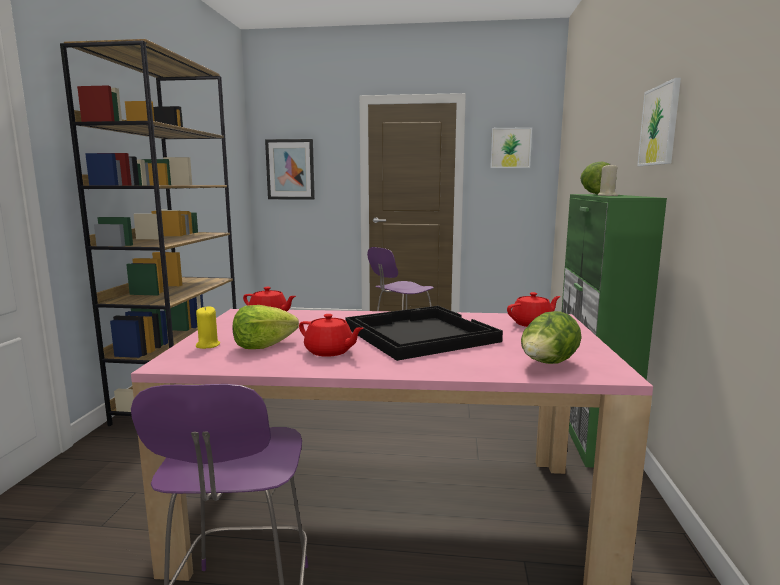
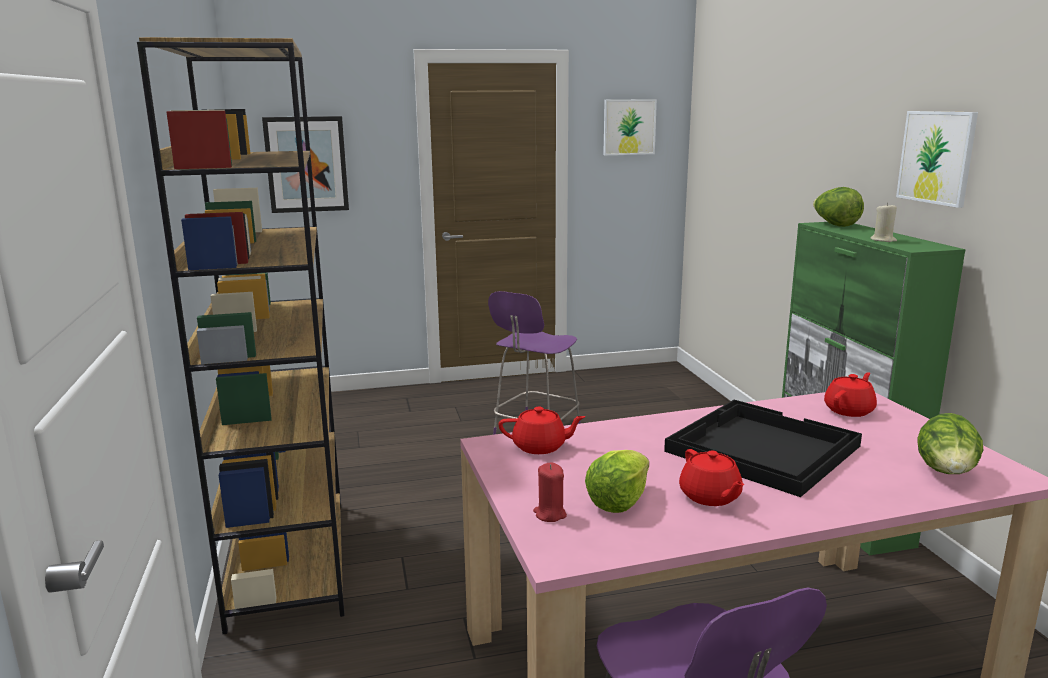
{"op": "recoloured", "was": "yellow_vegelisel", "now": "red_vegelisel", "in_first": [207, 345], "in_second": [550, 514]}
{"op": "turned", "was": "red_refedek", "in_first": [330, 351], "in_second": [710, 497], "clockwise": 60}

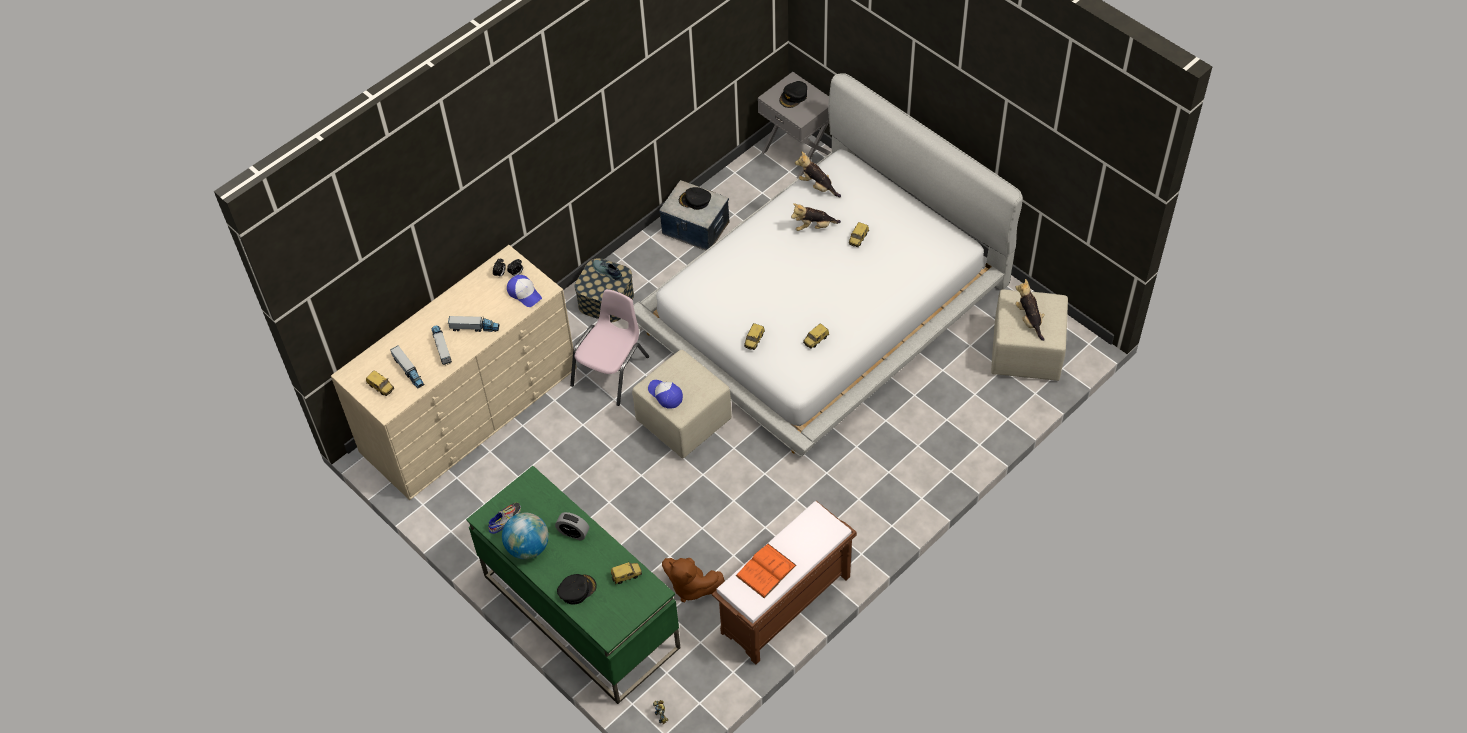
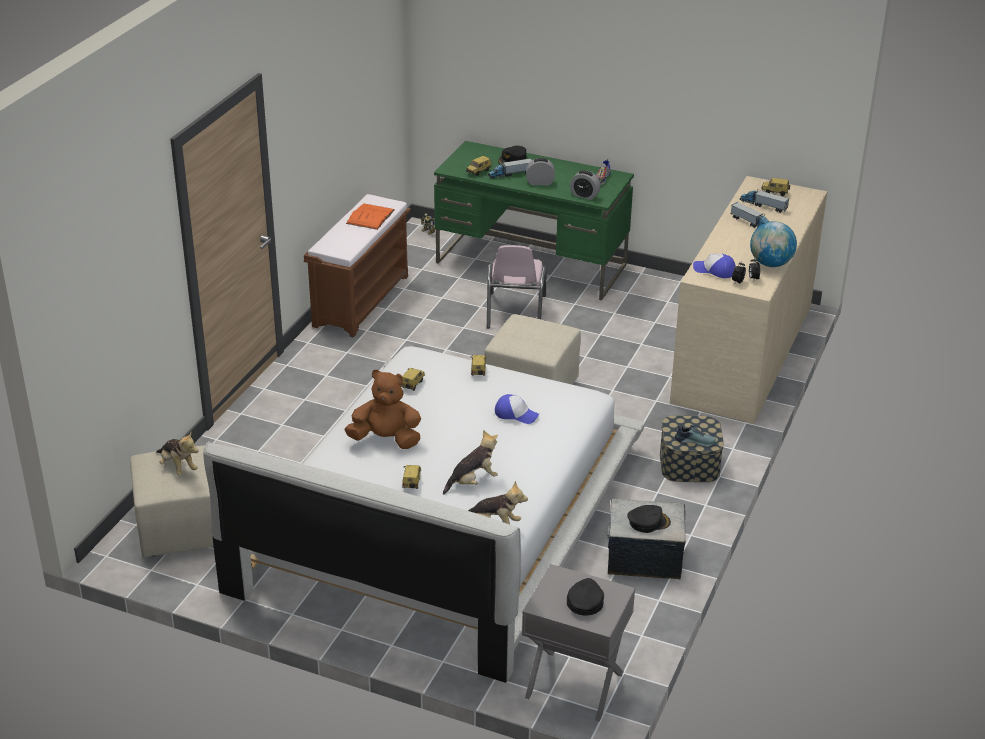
{"op": "moved", "was": "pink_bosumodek", "in_first": [611, 371], "in_second": [515, 312]}
{"op": "moved", "was": "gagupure", "in_first": [474, 328], "in_second": [510, 174]}
{"op": "moved", "was": "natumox", "in_first": [665, 395], "in_second": [516, 414]}
{"op": "moved", "was": "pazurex", "in_first": [528, 547], "in_second": [770, 264]}
{"op": "moved", "was": "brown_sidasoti", "in_first": [691, 586], "in_second": [386, 440]}
{"op": "added", "now": "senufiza", "in_second": [584, 195]}

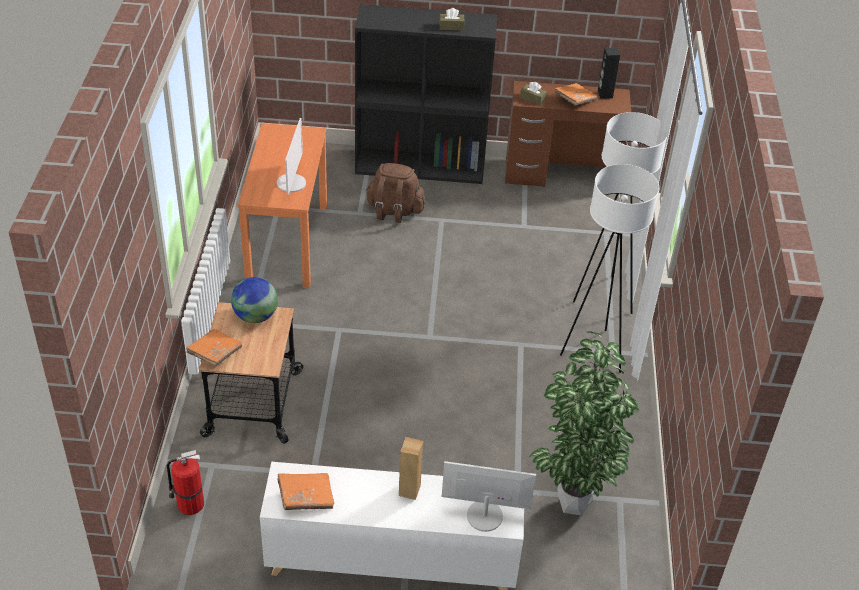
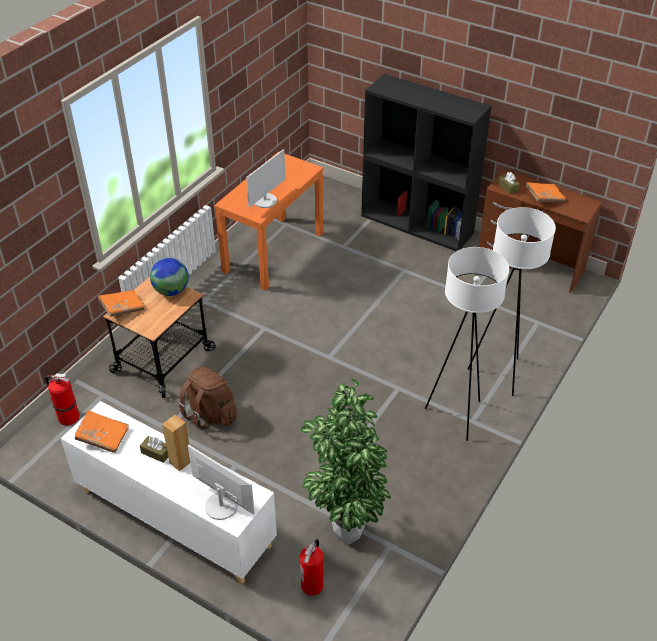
{"op": "moved", "was": "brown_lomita", "in_first": [451, 26], "in_second": [156, 453]}
{"op": "removed", "was": "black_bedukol", "in_first": [604, 94]}
{"op": "moved", "was": "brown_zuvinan", "in_first": [394, 211], "in_second": [211, 414]}
{"op": "added", "now": "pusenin", "in_second": [312, 585]}

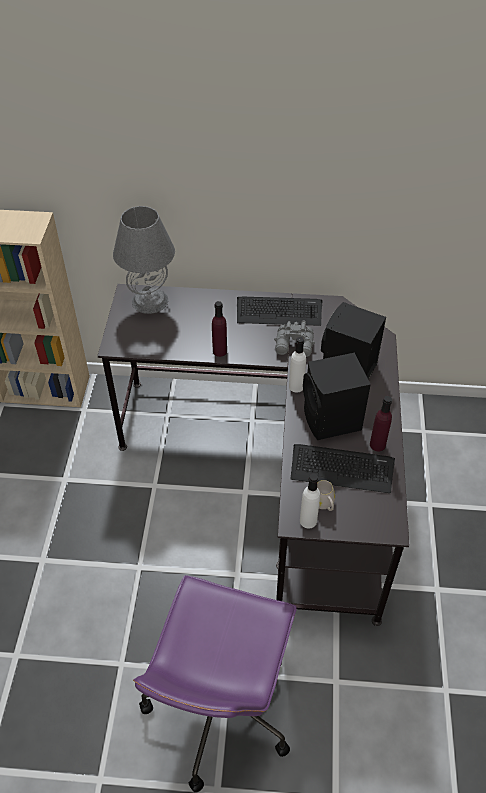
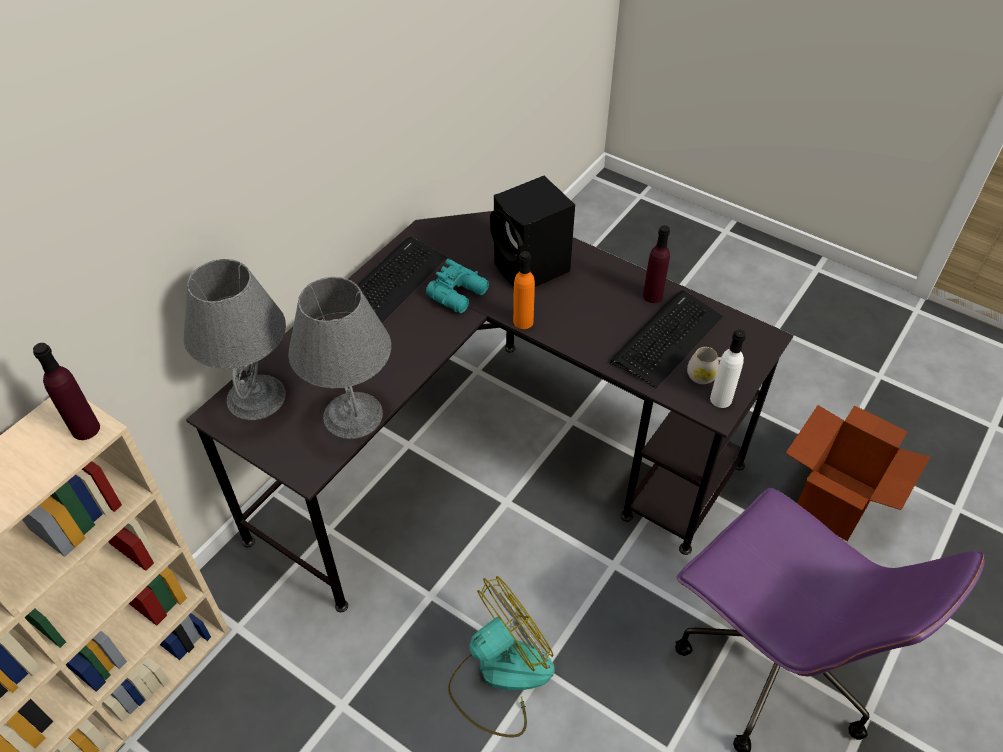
{"op": "moved", "was": "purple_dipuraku", "in_first": [220, 351], "in_second": [85, 429]}
{"op": "recoloured", "was": "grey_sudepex", "now": "turquoise_sudepex", "in_first": [295, 346], "in_second": [459, 294]}
{"op": "recoloured", "was": "white_dipuraku", "now": "orange_dipuraku", "in_first": [296, 386], "in_second": [523, 321]}
{"op": "removed", "was": "black_bedukol", "in_first": [332, 421]}
{"op": "added", "now": "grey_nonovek", "in_second": [354, 415]}
{"op": "added", "now": "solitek", "in_second": [834, 500]}
{"op": "added", "now": "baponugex", "in_second": [500, 676]}

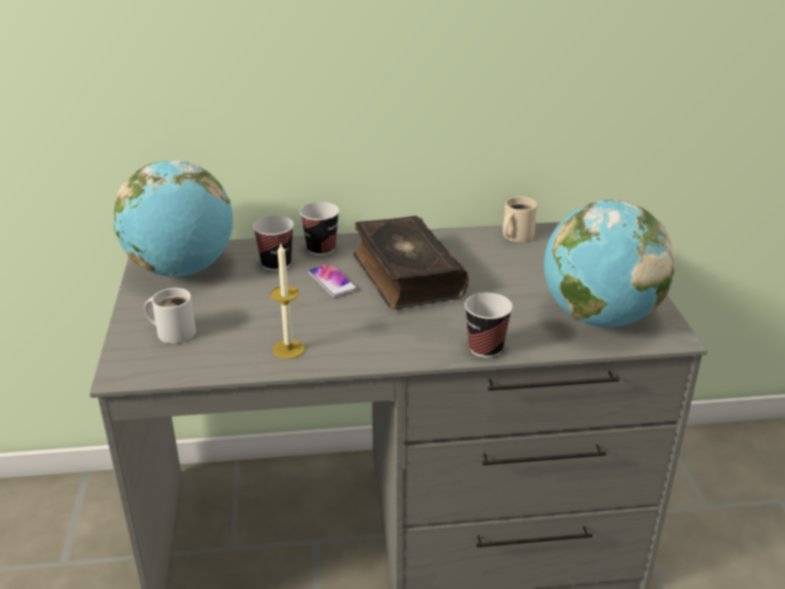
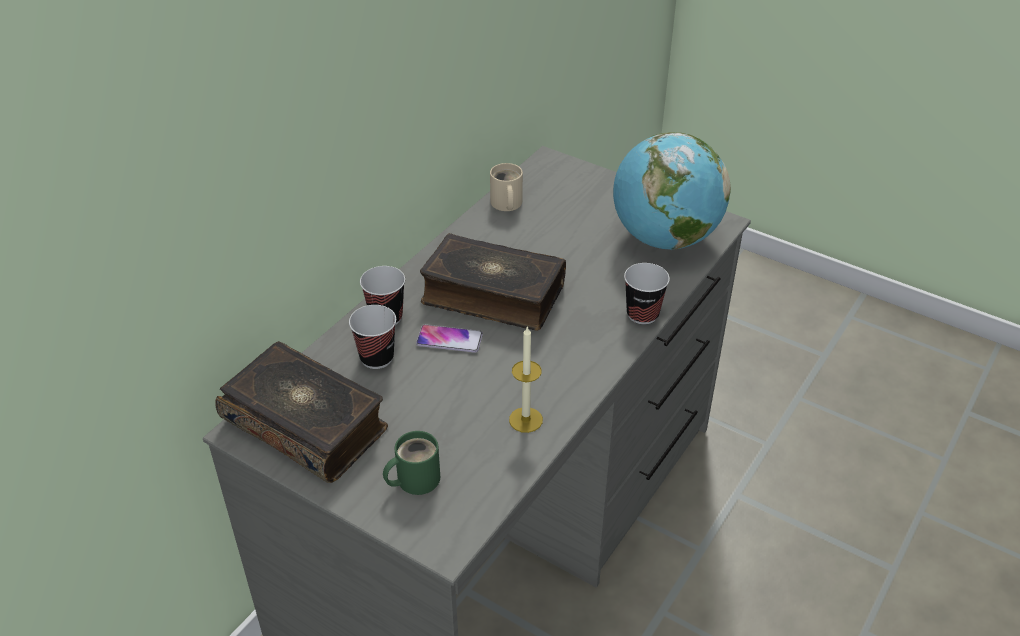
{"op": "replaced", "was": "pazurex", "now": "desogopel", "in_first": [182, 270], "in_second": [306, 424]}
{"op": "recoloured", "was": "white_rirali", "now": "green_rirali", "in_first": [174, 331], "in_second": [414, 479]}

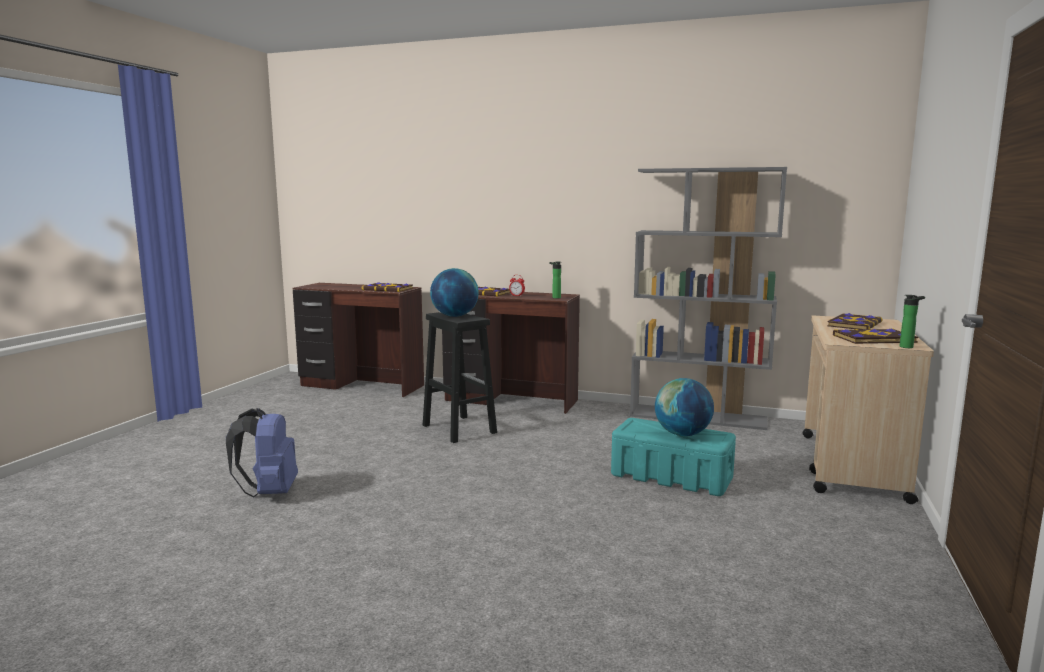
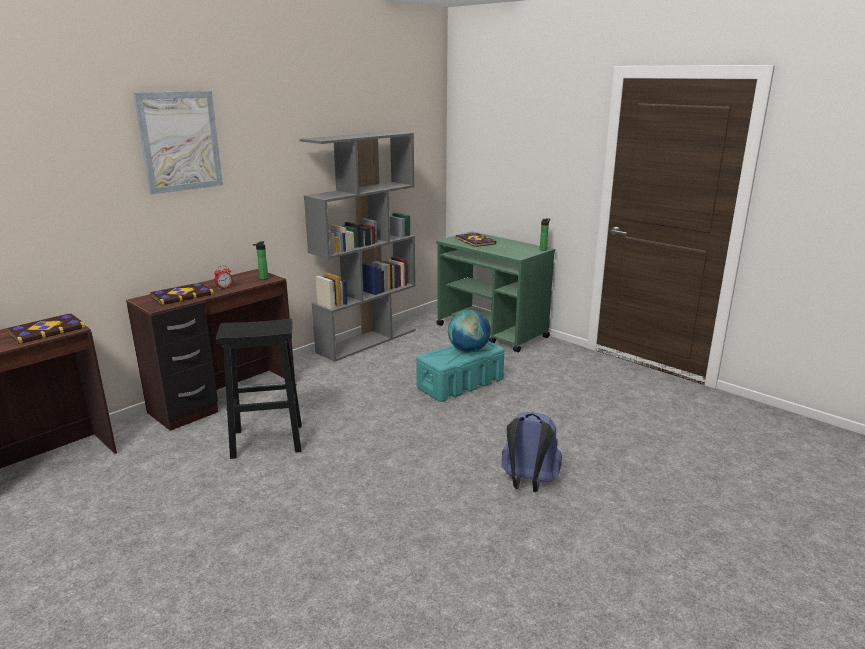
{"op": "removed", "was": "pazurex", "in_first": [454, 316]}
{"op": "recoloured", "was": "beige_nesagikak", "now": "green_nesagikak", "in_first": [852, 467], "in_second": [492, 331]}
{"op": "removed", "was": "desogopel", "in_first": [874, 339]}
{"op": "moved", "was": "blue_zuvinan", "in_first": [269, 492], "in_second": [528, 483]}
{"op": "added", "now": "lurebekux", "in_second": [180, 141]}

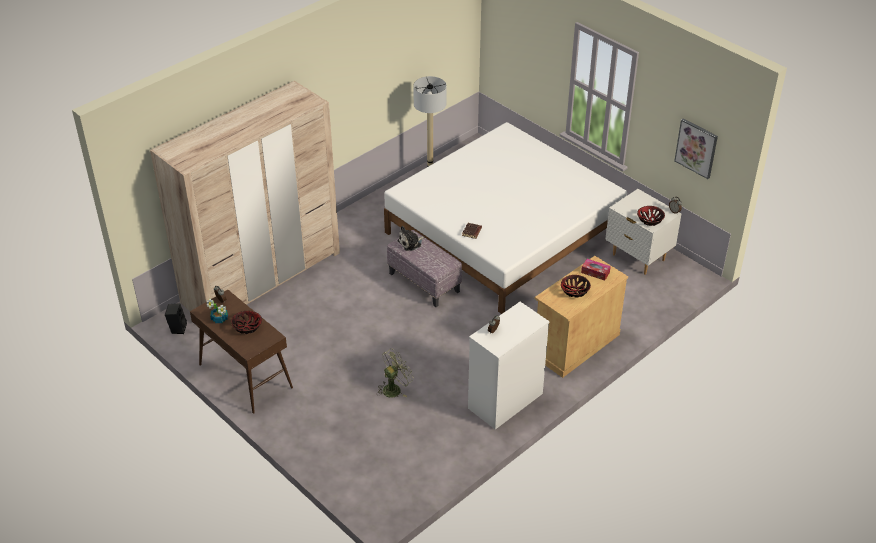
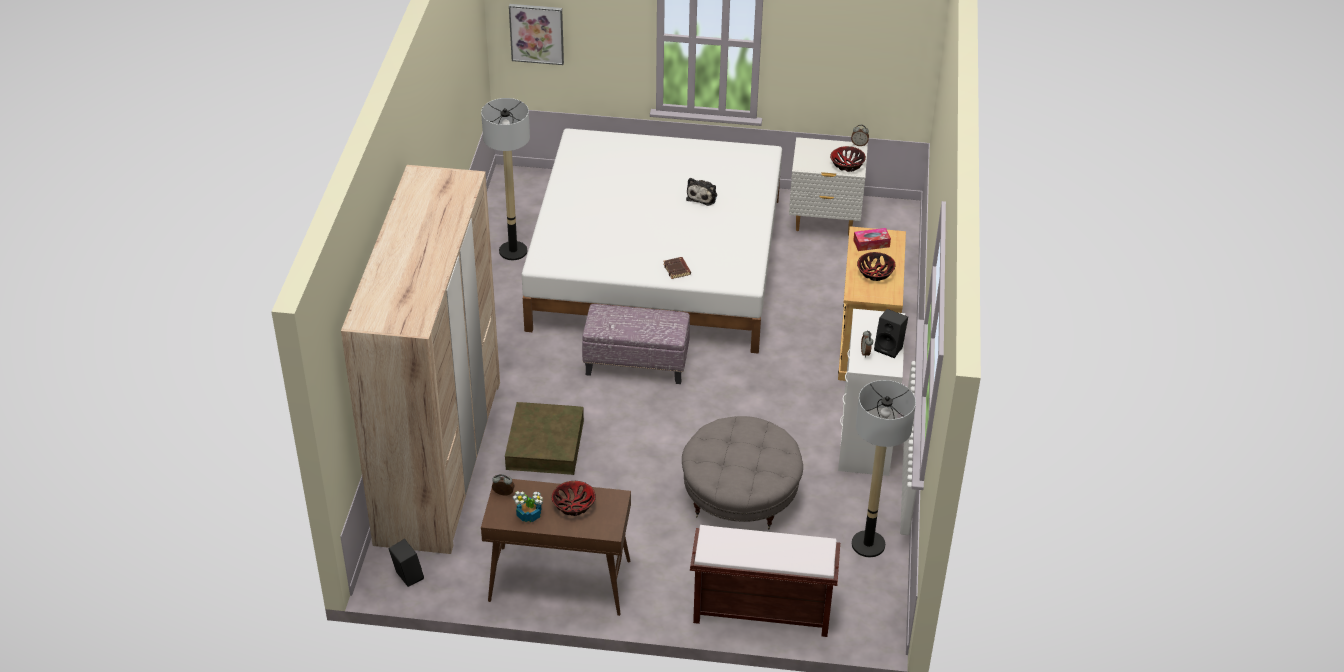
{"op": "moved", "was": "lurebekux", "in_first": [696, 148], "in_second": [537, 33]}
{"op": "moved", "was": "sidasoti", "in_first": [411, 243], "in_second": [703, 196]}
{"op": "replaced", "was": "green_baponugex", "now": "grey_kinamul", "in_first": [394, 388], "in_second": [740, 495]}
{"op": "added", "now": "black_bedukol", "in_second": [890, 348]}
{"op": "added", "now": "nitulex", "in_second": [868, 544]}
{"op": "added", "now": "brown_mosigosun", "in_second": [545, 444]}
{"op": "added", "now": "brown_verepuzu", "in_second": [760, 611]}

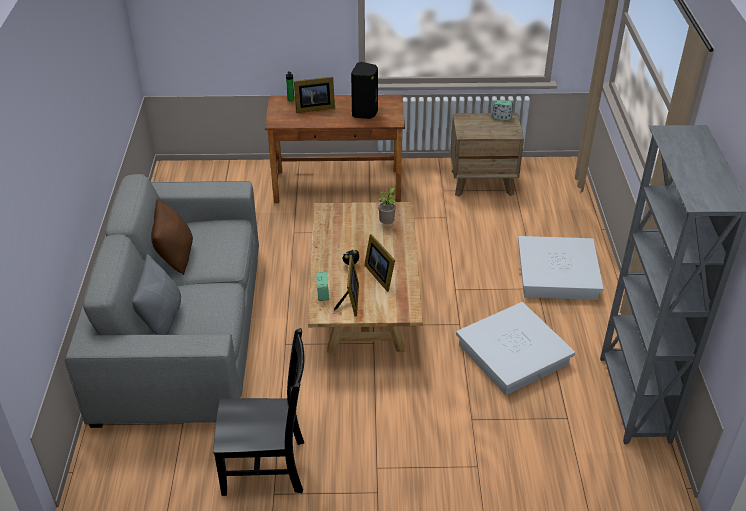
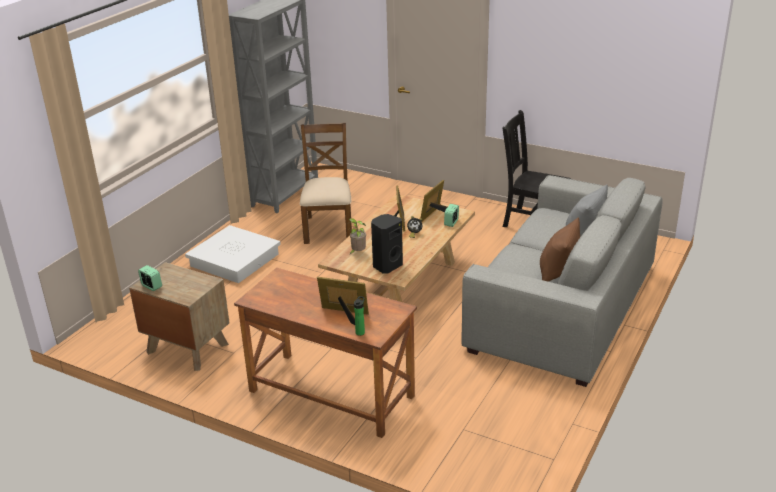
{"op": "moved", "was": "black_bedukol", "in_first": [365, 113], "in_second": [386, 266]}
{"op": "replaced", "was": "white_mosigosun", "now": "brown_bosumodek", "in_first": [512, 354], "in_second": [328, 228]}

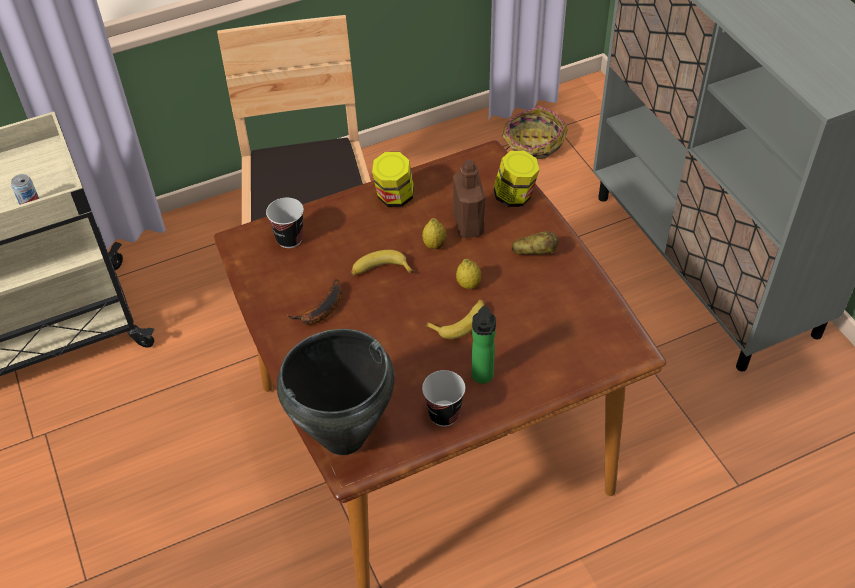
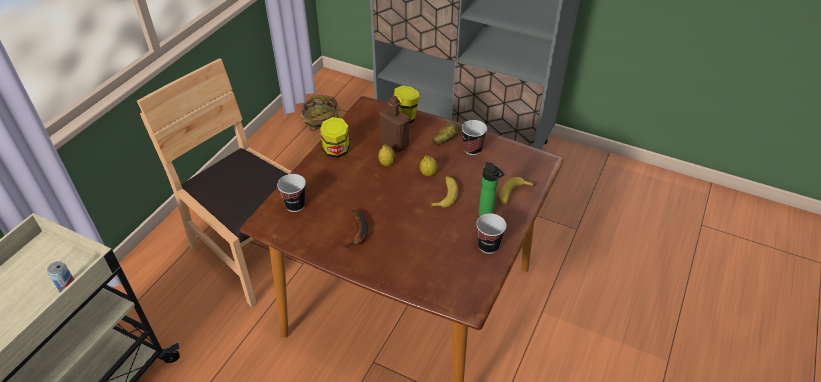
{"op": "moved", "was": "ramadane", "in_first": [380, 270], "in_second": [513, 194]}
{"op": "removed", "was": "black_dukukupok", "in_first": [342, 437]}
{"op": "added", "now": "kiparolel", "in_second": [472, 149]}

